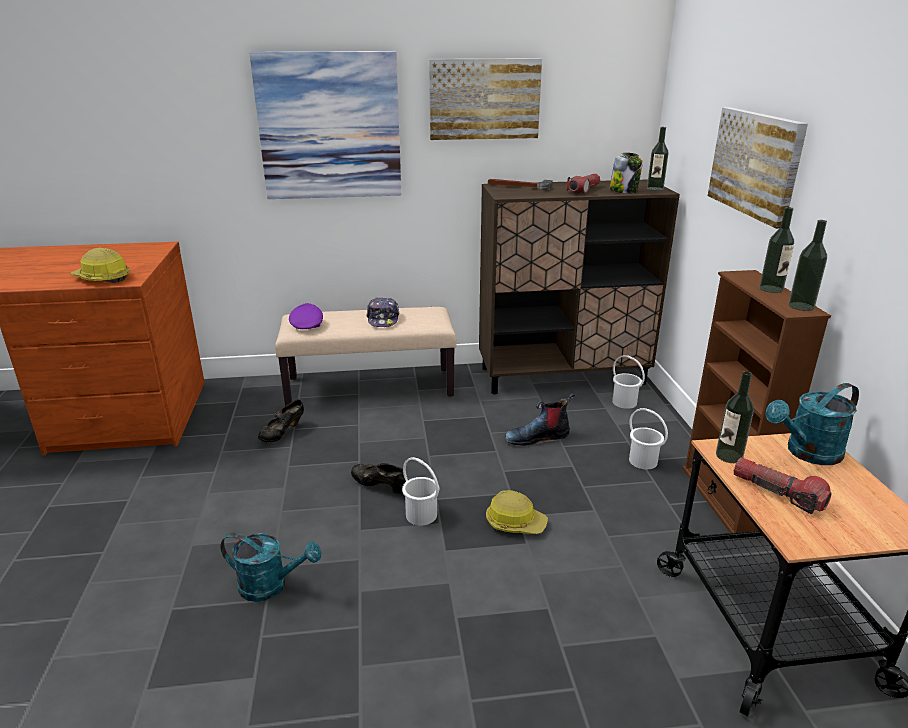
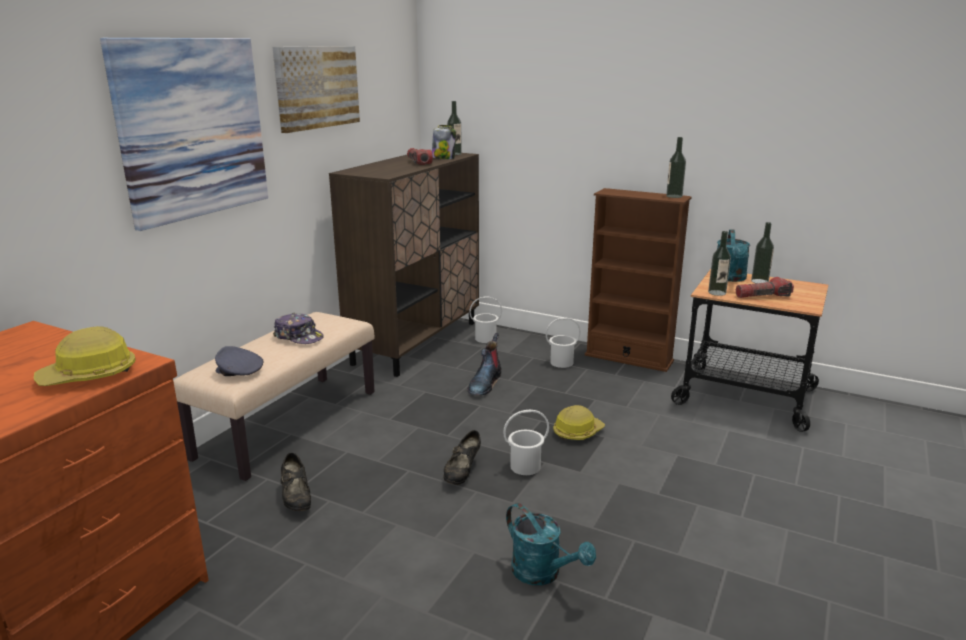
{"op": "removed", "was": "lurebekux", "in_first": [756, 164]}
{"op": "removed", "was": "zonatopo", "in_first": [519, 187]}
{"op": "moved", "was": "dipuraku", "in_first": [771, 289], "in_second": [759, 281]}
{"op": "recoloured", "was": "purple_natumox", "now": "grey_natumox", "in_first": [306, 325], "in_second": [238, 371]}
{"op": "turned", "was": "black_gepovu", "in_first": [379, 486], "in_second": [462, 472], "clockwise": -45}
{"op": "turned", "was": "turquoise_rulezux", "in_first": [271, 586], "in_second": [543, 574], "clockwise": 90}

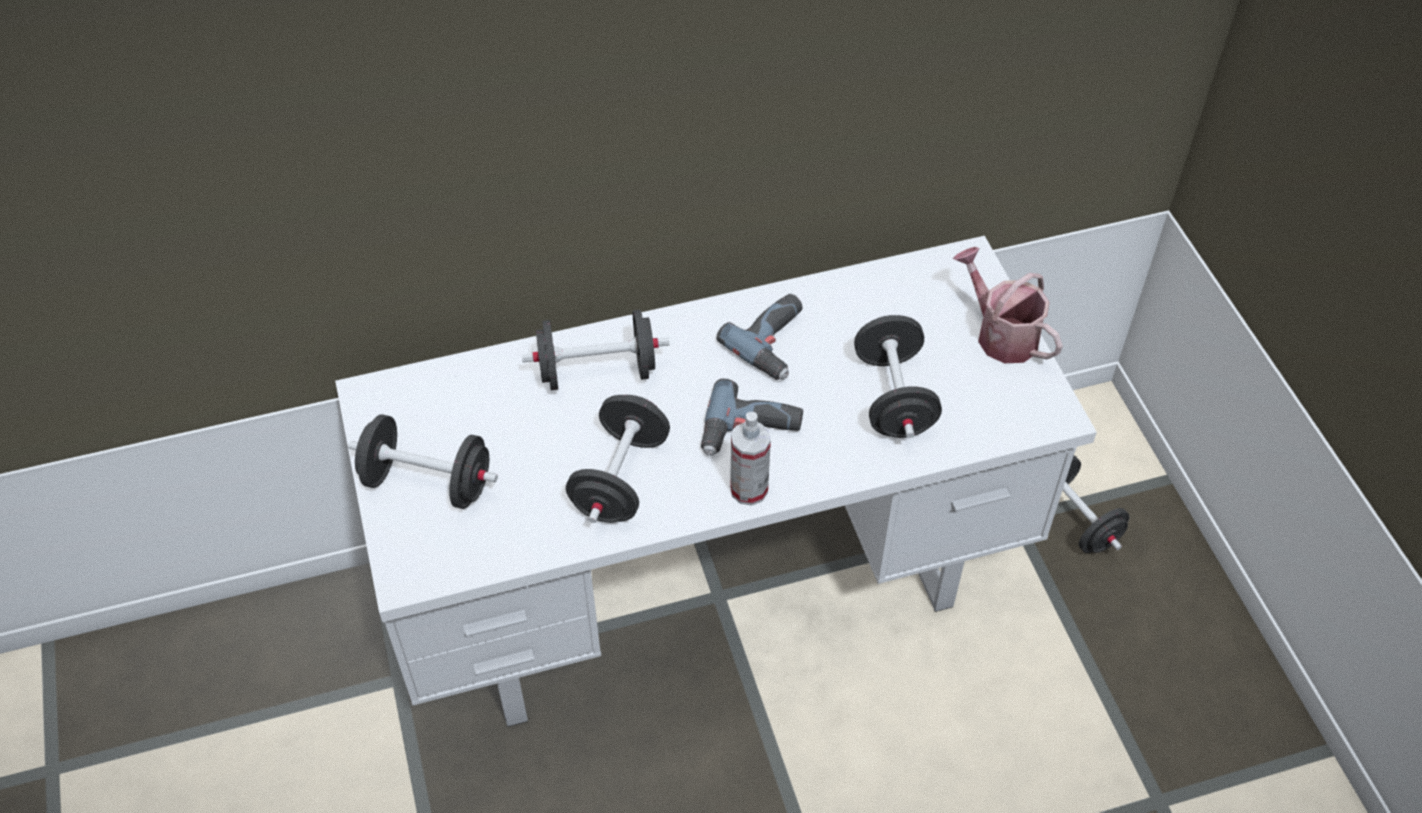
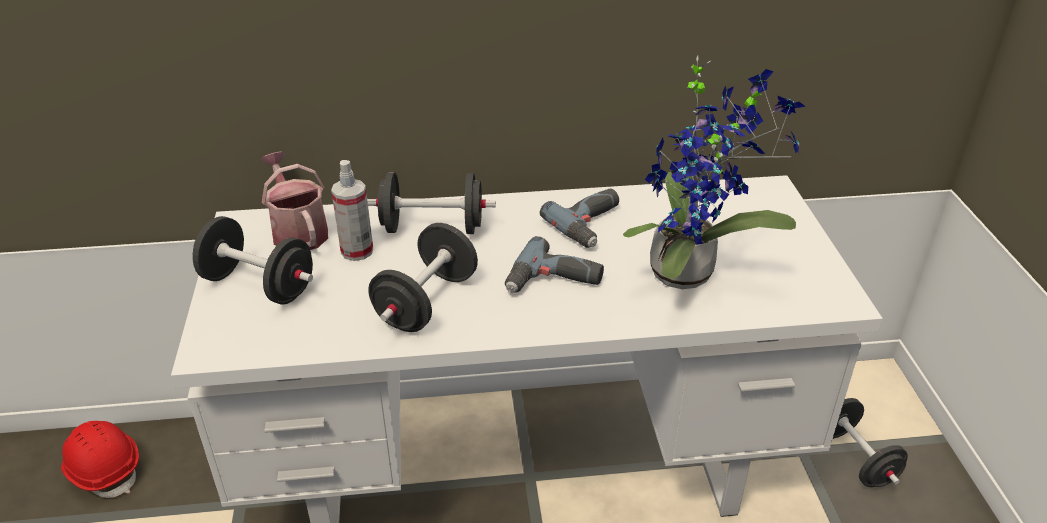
{"op": "moved", "was": "rulezux", "in_first": [1001, 334], "in_second": [298, 231]}
{"op": "replaced", "was": "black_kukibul", "now": "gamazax", "in_first": [893, 397], "in_second": [689, 272]}
{"op": "moved", "was": "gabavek", "in_first": [749, 489], "in_second": [357, 251]}
{"op": "added", "now": "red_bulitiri", "in_second": [104, 469]}

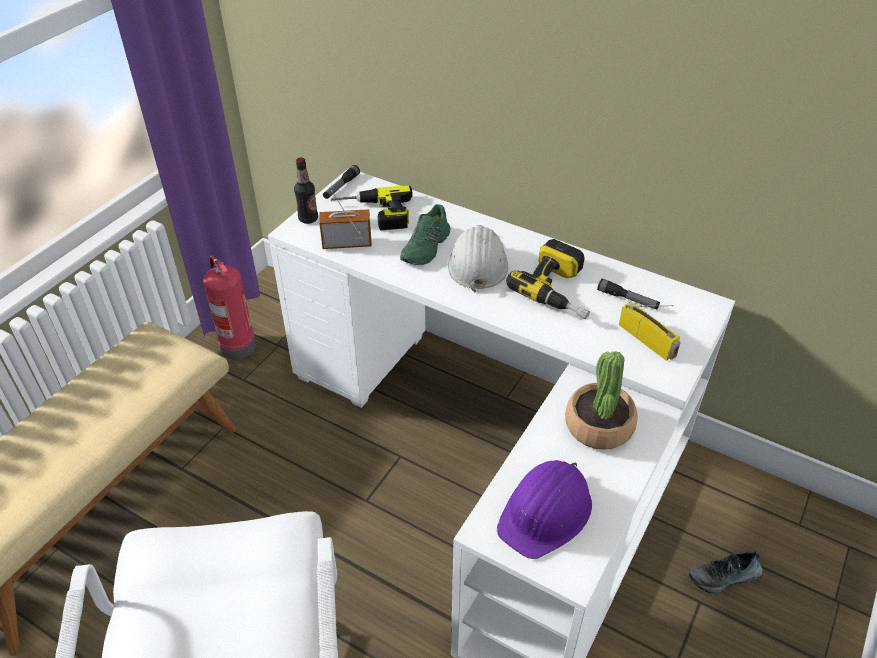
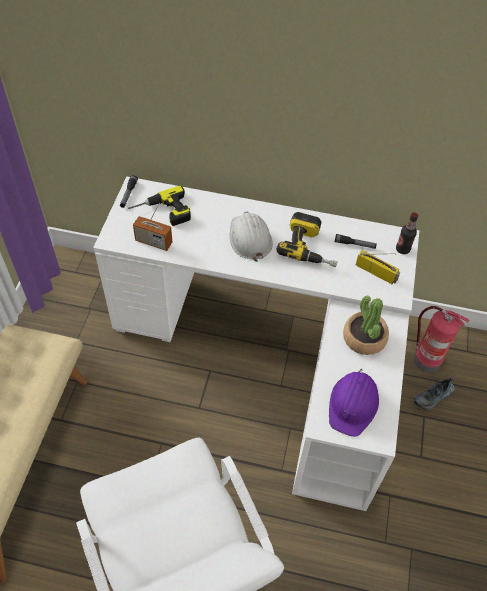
{"op": "moved", "was": "dipuraku", "in_first": [308, 219], "in_second": [402, 249]}
{"op": "turned", "was": "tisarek", "in_first": [347, 243], "in_second": [153, 242], "clockwise": -135}
{"op": "removed", "was": "green_gepovu", "in_first": [426, 247]}
{"op": "moved", "was": "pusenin", "in_first": [237, 346], "in_second": [425, 360]}

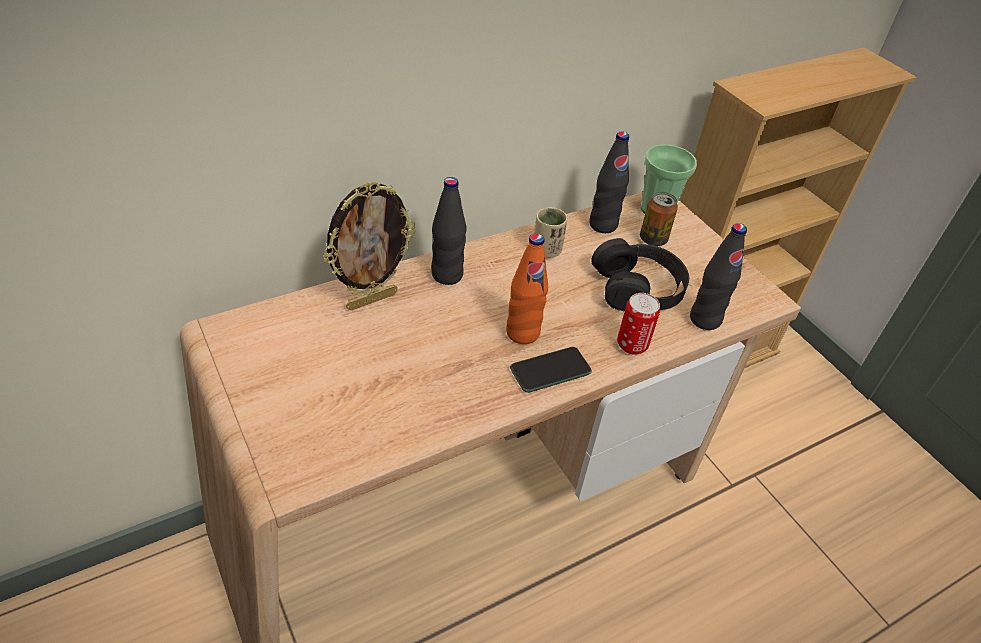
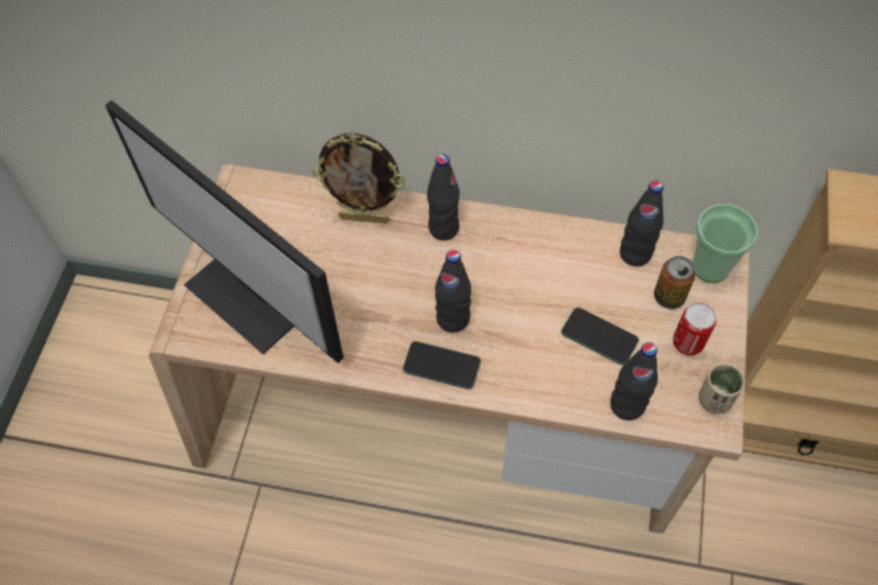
{"op": "moved", "was": "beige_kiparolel", "in_first": [546, 251], "in_second": [714, 400]}
{"op": "recoloured", "was": "orange_dipuraku", "now": "black_dipuraku", "in_first": [522, 333], "in_second": [453, 319]}
{"op": "replaced", "was": "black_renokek", "now": "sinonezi", "in_first": [638, 287], "in_second": [599, 337]}
{"op": "moved", "was": "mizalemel", "in_first": [632, 345], "in_second": [687, 343]}
{"op": "added", "now": "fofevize", "in_second": [252, 295]}

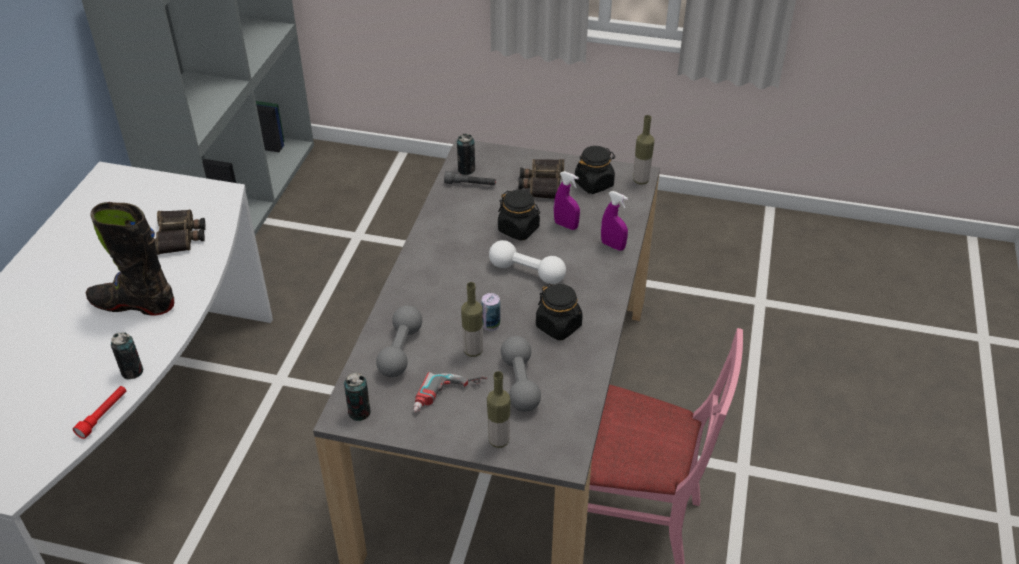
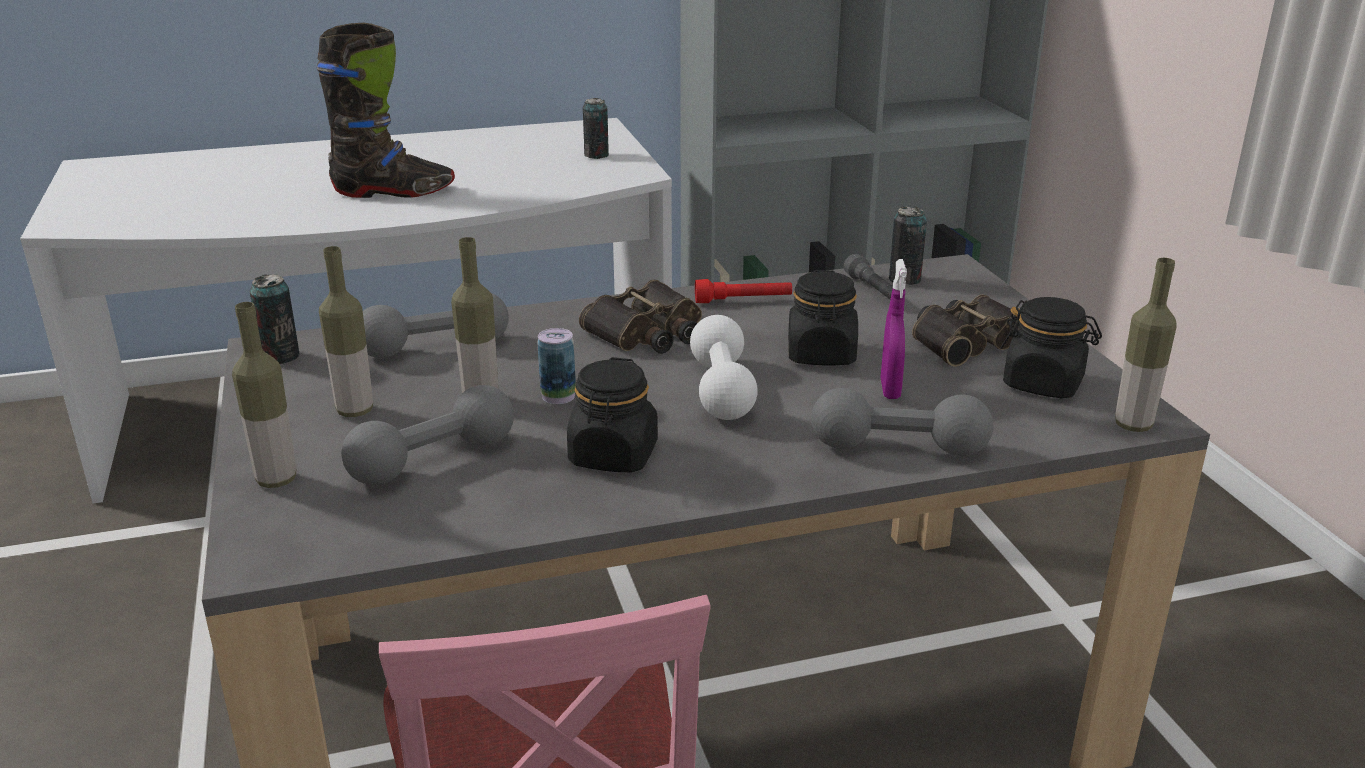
{"op": "replaced", "was": "purple_gabavek", "now": "grey_kukibul", "in_first": [613, 245], "in_second": [898, 448]}
{"op": "turned", "was": "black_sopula", "in_first": [133, 304], "in_second": [394, 192], "clockwise": 105}
{"op": "moved", "was": "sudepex", "in_first": [180, 236], "in_second": [648, 333]}
{"op": "moved", "was": "mizalemel", "in_first": [132, 372], "in_second": [596, 155]}
{"op": "replaced", "was": "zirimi", "now": "dipuraku", "in_first": [449, 398], "in_second": [355, 410]}
{"op": "moved", "was": "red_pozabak", "in_first": [103, 415], "in_second": [743, 301]}

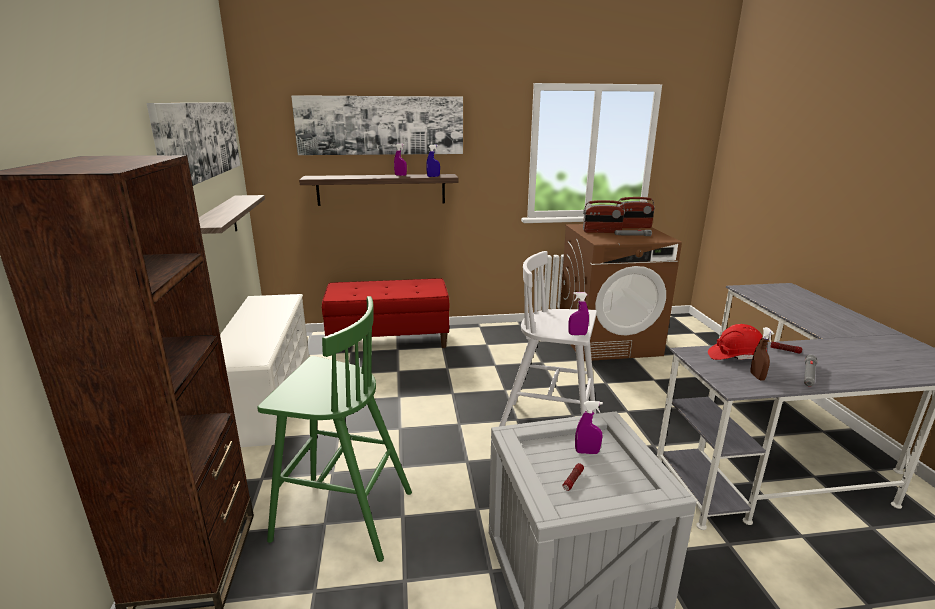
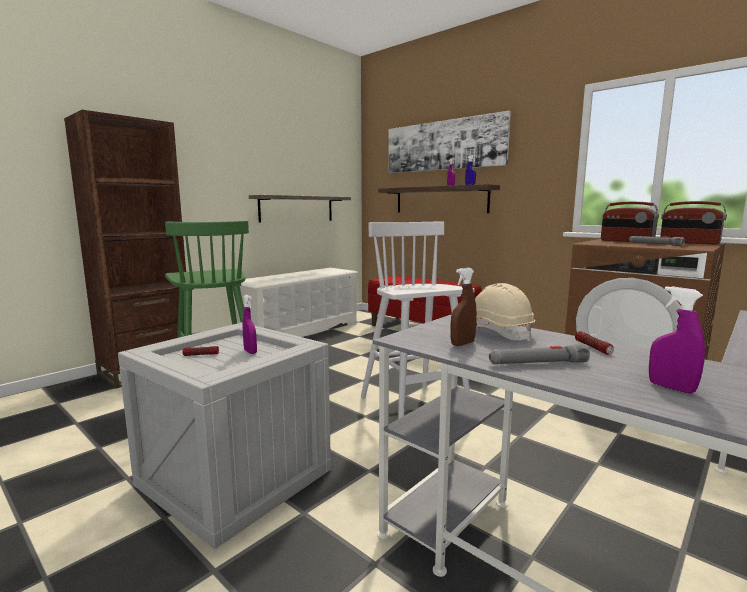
{"op": "removed", "was": "lurebekux", "in_first": [200, 141]}
{"op": "moved", "was": "purple_gabavek", "in_first": [577, 334], "in_second": [671, 388]}
{"op": "recoloured", "was": "red_bulitiri", "now": "beige_bulitiri", "in_first": [735, 357], "in_second": [497, 332]}

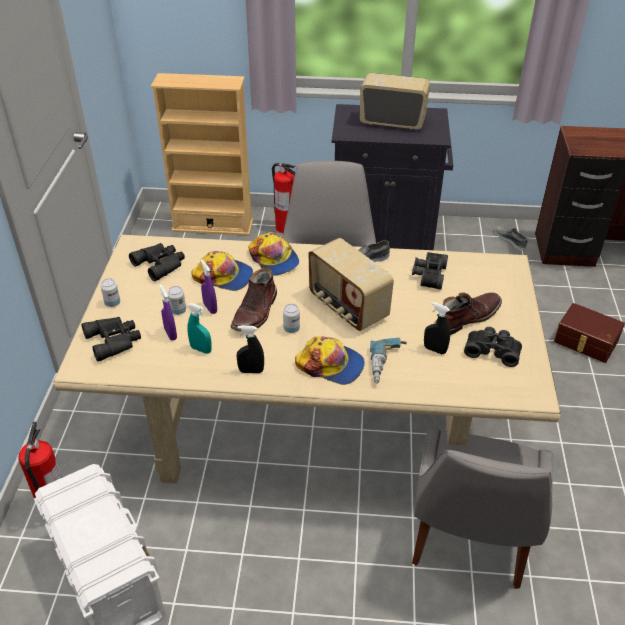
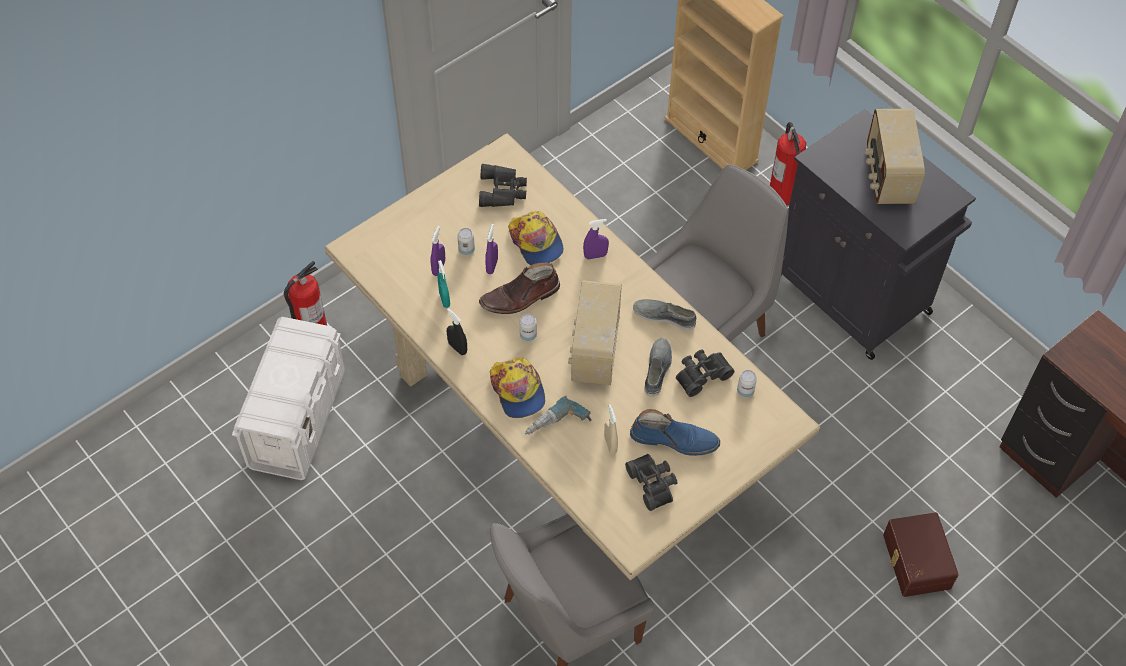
{"op": "turned", "was": "tisarek", "in_first": [392, 122], "in_second": [887, 176], "clockwise": -150}
{"op": "moved", "was": "grey_gepovu", "in_first": [510, 239], "in_second": [657, 369]}
{"op": "replaced", "was": "natumox", "now": "purple_gabavek", "in_first": [274, 259], "in_second": [595, 255]}
{"op": "moved", "was": "mizalemel", "in_first": [112, 303], "in_second": [745, 391]}
{"op": "recoloured", "was": "brown_sopula", "now": "blue_sopula", "in_first": [466, 318], "in_second": [674, 439]}
{"op": "recoloured", "was": "black_gabavek", "now": "beige_gabavek", "in_first": [434, 350], "in_second": [610, 444]}
{"op": "removed", "was": "black_sudepex", "in_first": [114, 340]}

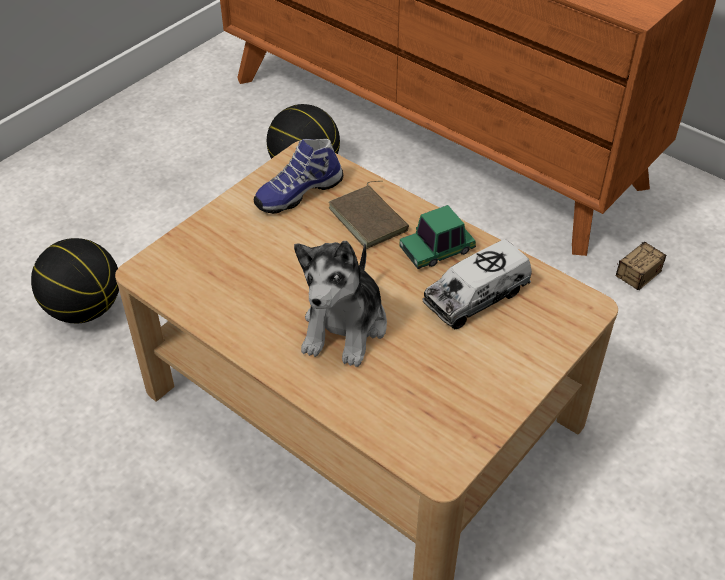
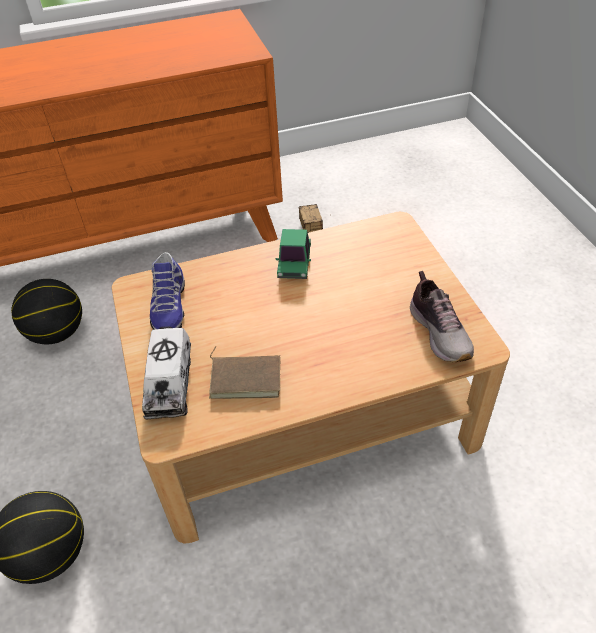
{"op": "moved", "was": "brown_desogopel", "in_first": [370, 219], "in_second": [246, 377]}
{"op": "moved", "was": "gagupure", "in_first": [476, 297], "in_second": [170, 383]}
{"op": "removed", "was": "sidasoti", "in_first": [345, 327]}
{"op": "added", "now": "gepovu", "in_second": [440, 332]}

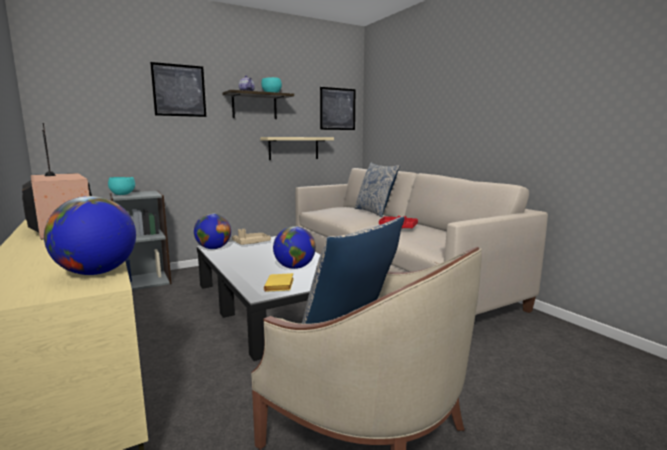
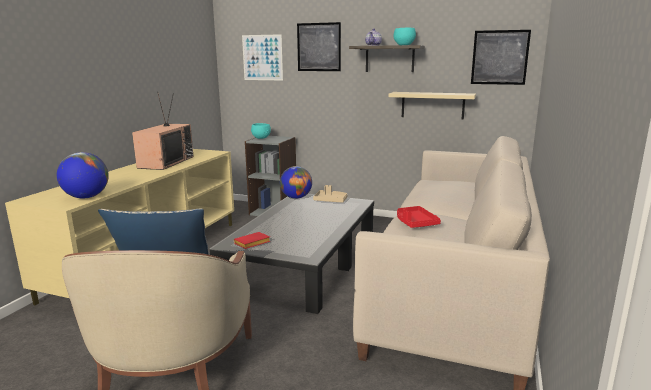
{"op": "removed", "was": "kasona", "in_first": [375, 212]}
{"op": "removed", "was": "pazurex", "in_first": [294, 267]}
{"op": "recoloured", "was": "yellow_desogopel", "now": "red_desogopel", "in_first": [280, 286], "in_second": [252, 244]}
{"op": "added", "now": "lurebekux", "in_second": [262, 57]}

